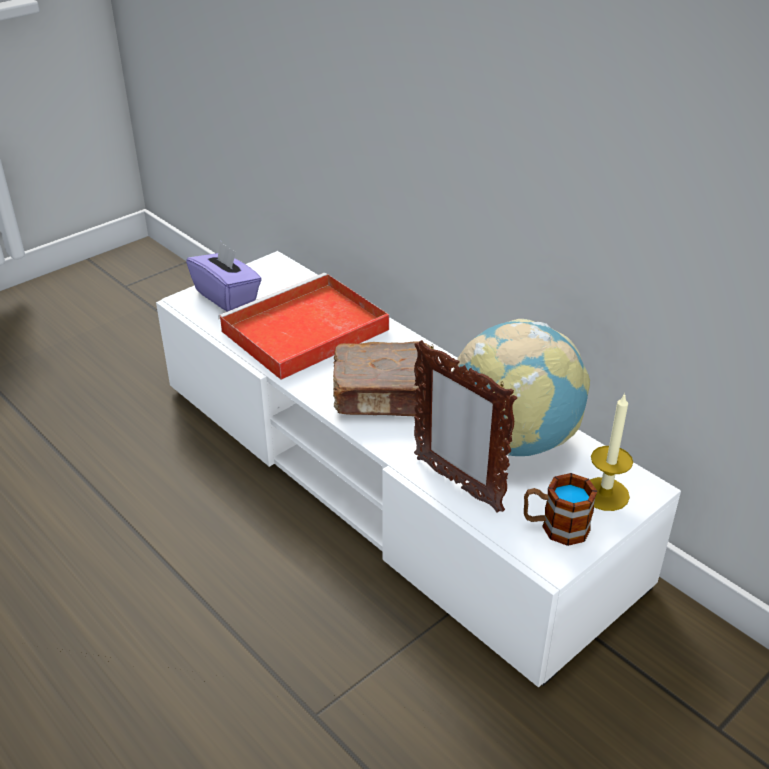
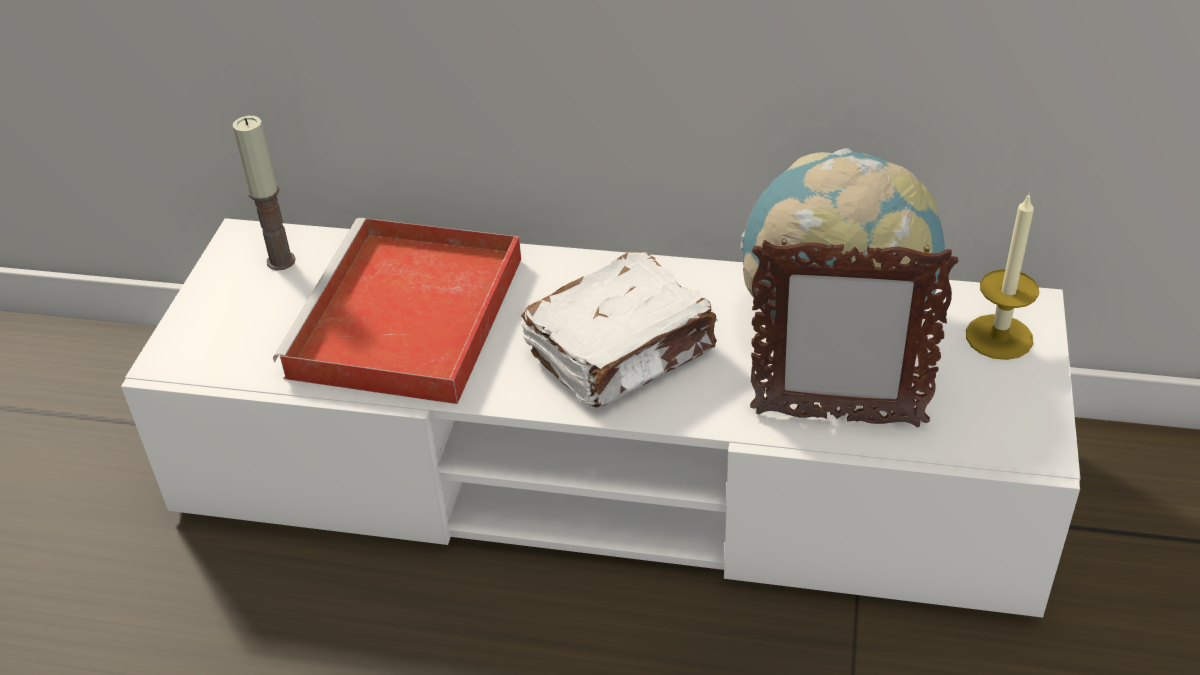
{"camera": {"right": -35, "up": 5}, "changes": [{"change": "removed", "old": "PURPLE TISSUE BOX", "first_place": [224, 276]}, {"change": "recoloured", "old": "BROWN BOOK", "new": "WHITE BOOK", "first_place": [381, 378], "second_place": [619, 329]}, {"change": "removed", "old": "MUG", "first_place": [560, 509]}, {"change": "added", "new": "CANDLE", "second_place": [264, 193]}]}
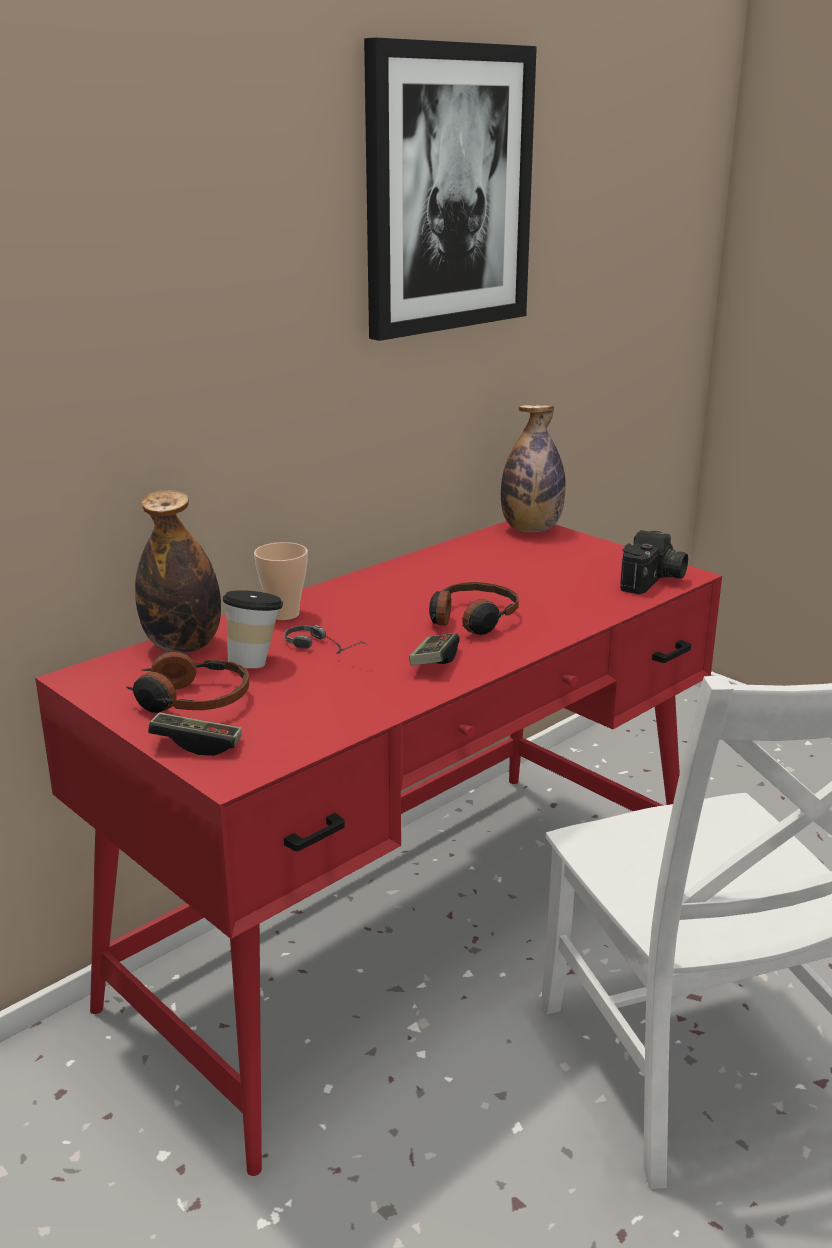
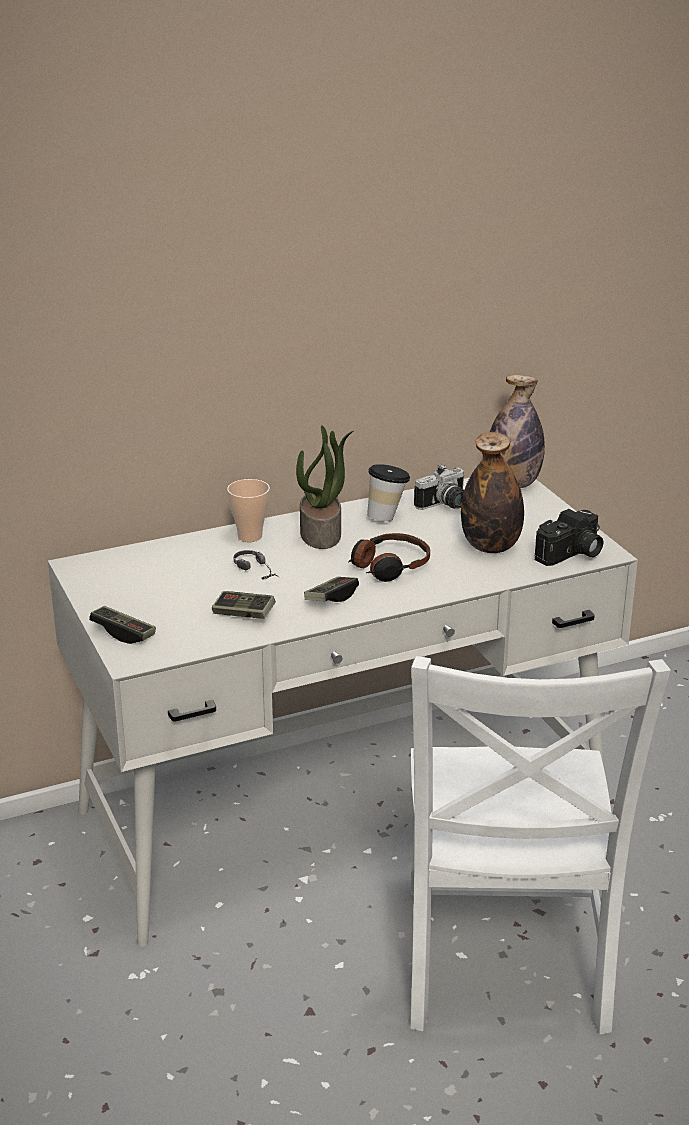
{"camera": {"right": 20, "up": 5}, "changes": [{"change": "recoloured", "old": "RED DESK", "new": "WHITE DESK", "first_place": [378, 848], "second_place": [343, 712]}, {"change": "removed", "old": "HEADPHONES", "first_place": [187, 681]}, {"change": "moved", "old": "BOTTLE", "first_place": [178, 571], "second_place": [492, 492]}, {"change": "moved", "old": "CUP", "first_place": [253, 629], "second_place": [388, 493]}, {"change": "removed", "old": "PICTURE", "first_place": [450, 189]}, {"change": "added", "new": "GAME CONTROLLER", "second_place": [244, 605]}, {"change": "added", "new": "POTTED PLANT", "second_place": [324, 487]}, {"change": "added", "new": "PHOTO CAMERA", "second_place": [439, 487]}]}
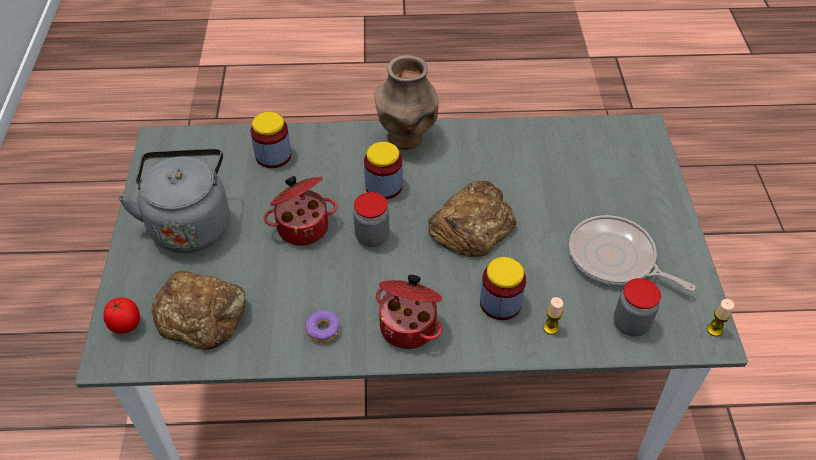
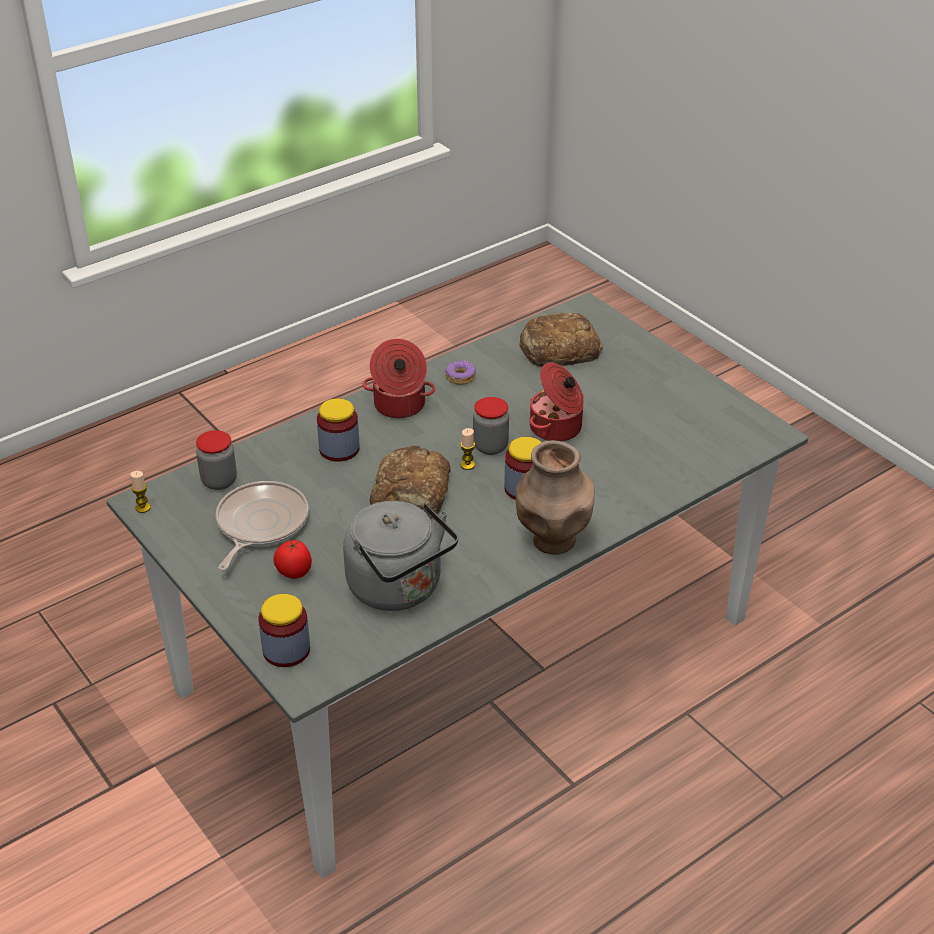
{"camera": {"right": 145, "up": -10}, "changes": [{"change": "moved", "old": "TOMATO", "first_place": [122, 316], "second_place": [292, 559]}, {"change": "moved", "old": "GREY KETTLE", "first_place": [173, 201], "second_place": [400, 556]}, {"change": "moved", "old": "JAR", "first_place": [270, 140], "second_place": [284, 630]}, {"change": "moved", "old": "CANDLE", "first_place": [553, 316], "second_place": [467, 449]}, {"change": "turned", "old": "FRYING PAN", "first_place": [632, 253], "second_place": [262, 526], "degrees": -75}]}
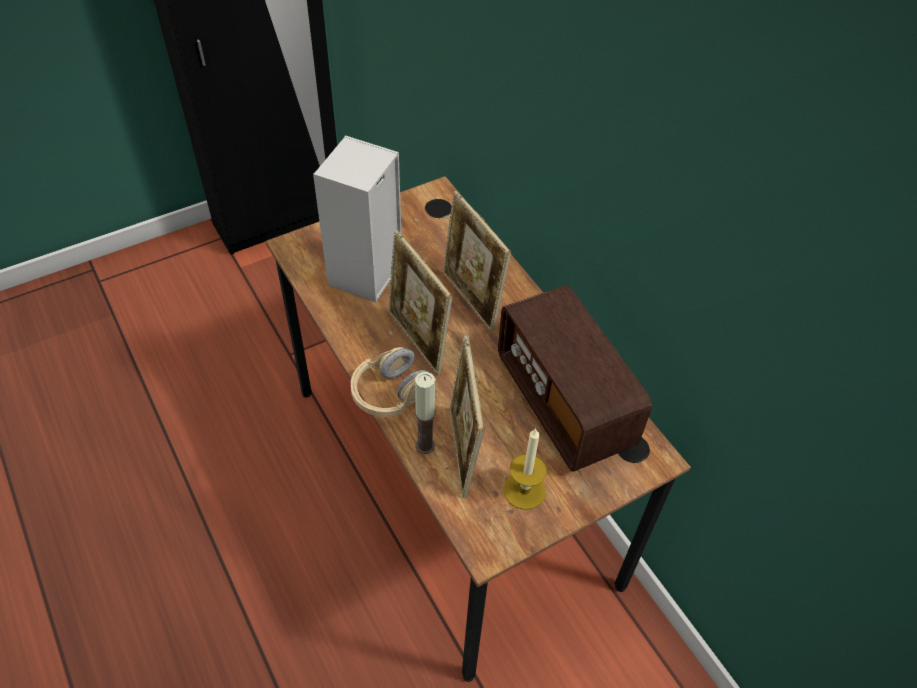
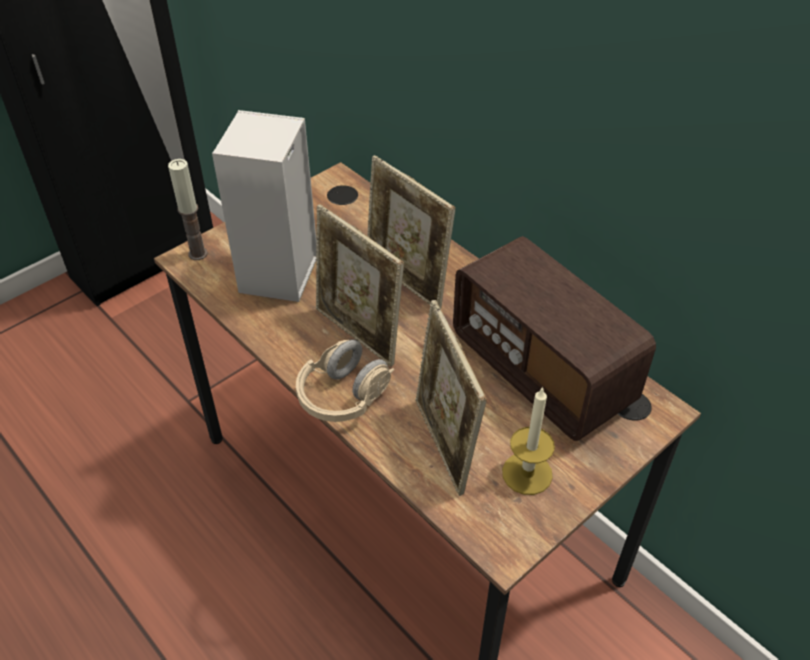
{"camera": {"right": -10, "up": -5}, "changes": [{"change": "moved", "old": "CANDLE", "first_place": [425, 413], "second_place": [188, 209]}]}
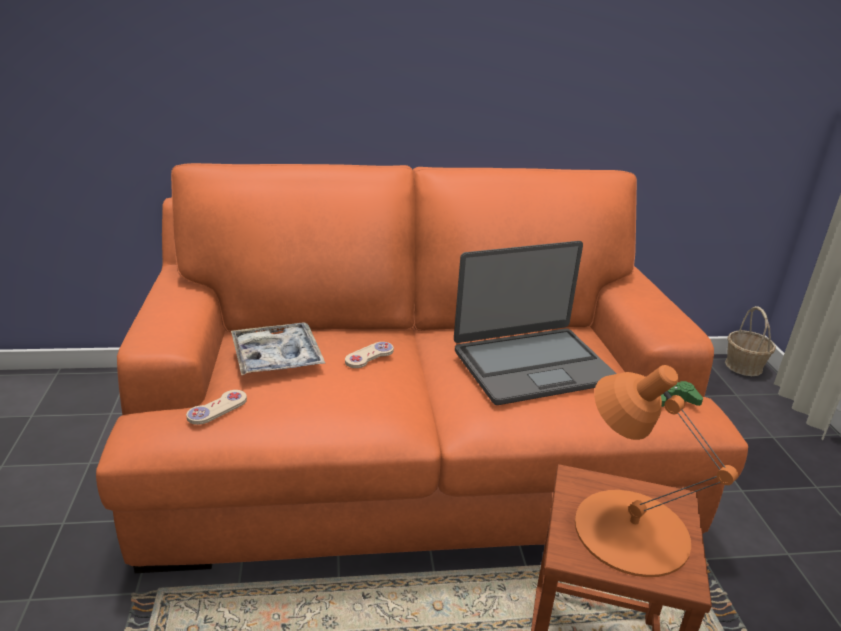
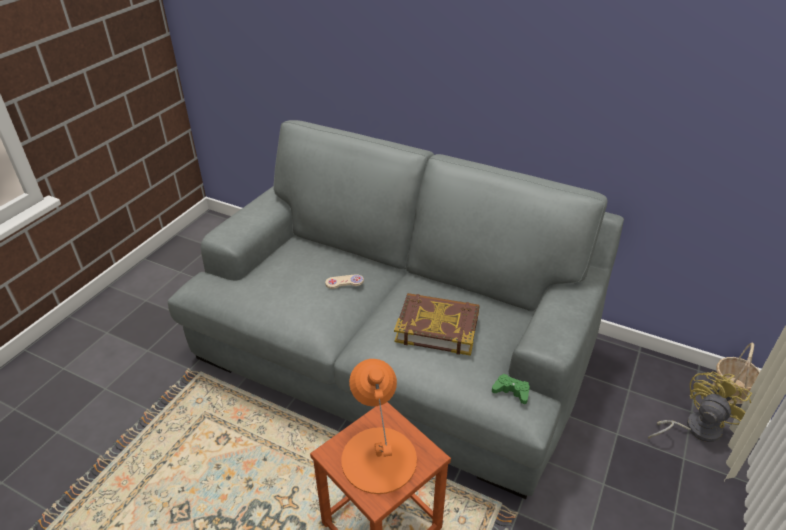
{"camera": {"right": 35, "up": 10}, "changes": [{"change": "recoloured", "old": "ORANGE SOFA", "new": "GREY SOFA", "first_place": [422, 368], "second_place": [396, 309]}, {"change": "removed", "old": "BEIGE GAME CONTROLLER", "first_place": [216, 407]}, {"change": "removed", "old": "TRAY", "first_place": [278, 348]}, {"change": "replaced", "old": "LAPTOP", "new": "BOOK", "first_place": [535, 323], "second_place": [436, 324]}, {"change": "added", "new": "YELLOW FAN", "second_place": [700, 406]}]}
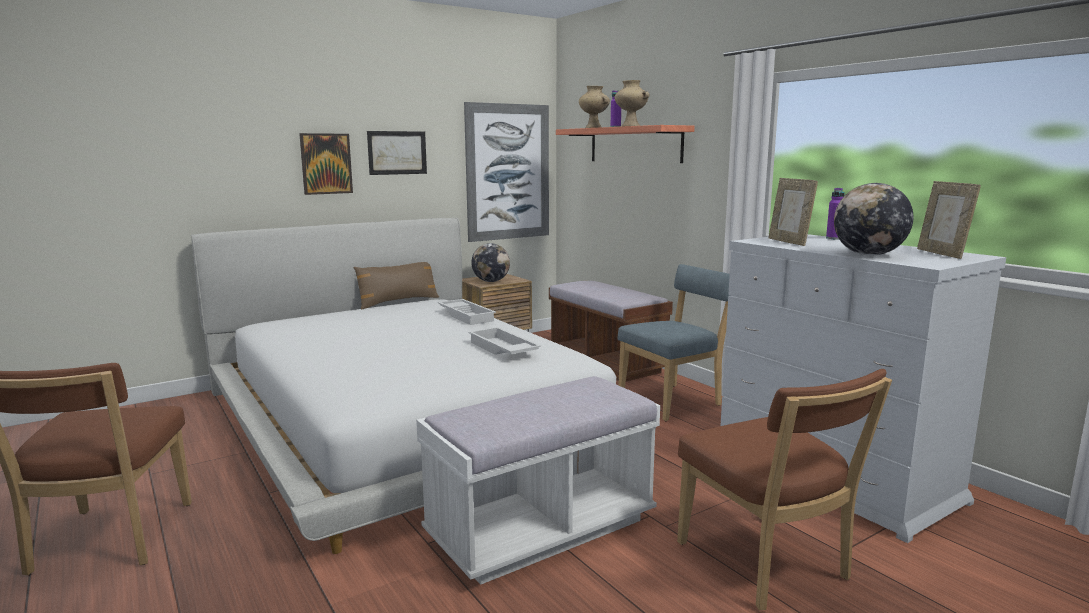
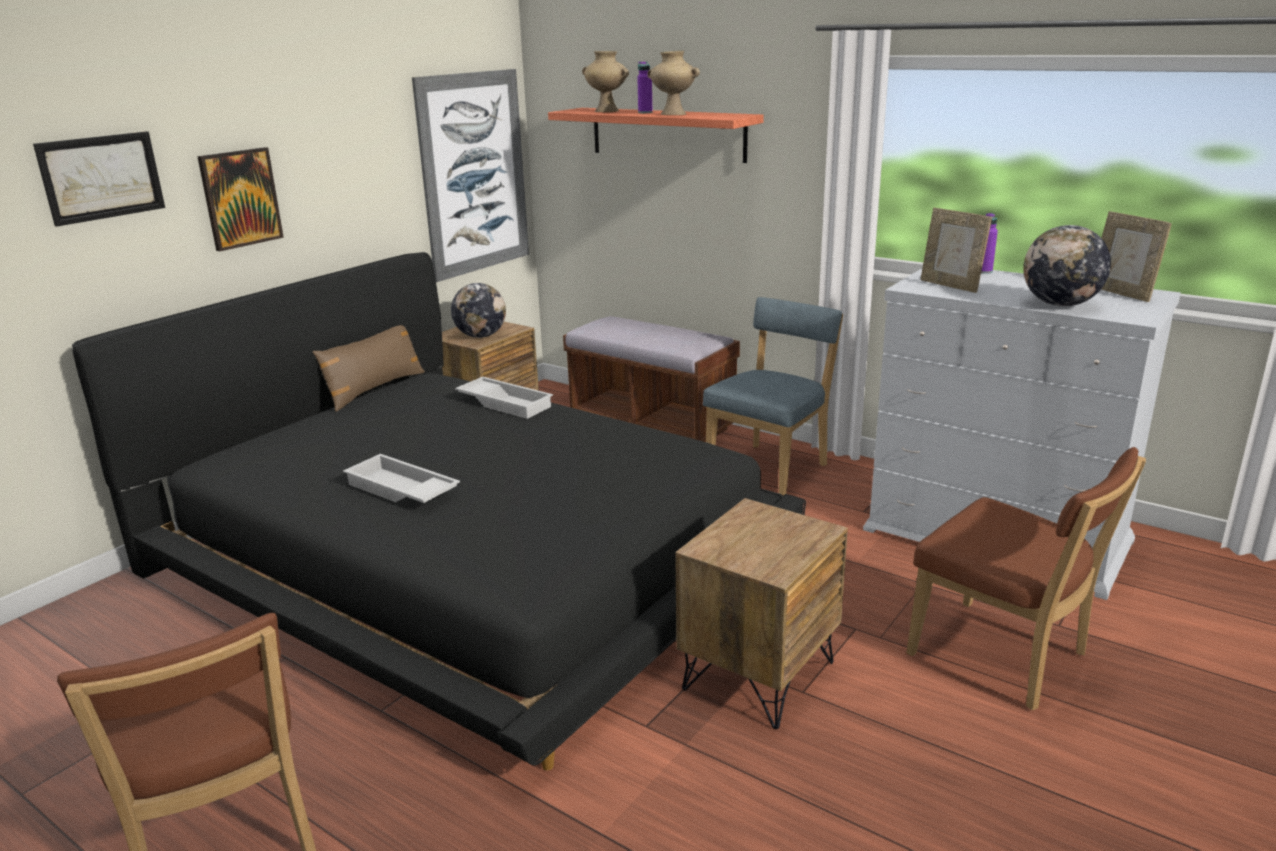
{"camera": {"right": -20, "up": 10}, "changes": [{"change": "recoloured", "old": "WHITE BED", "new": "BLACK BED", "first_place": [423, 386], "second_place": [439, 511]}, {"change": "moved", "old": "PICTURE", "first_place": [397, 153], "second_place": [99, 179]}, {"change": "replaced", "old": "WHITE BENCH", "new": "BROWN NIGHTSTAND", "first_place": [538, 480], "second_place": [761, 613]}, {"change": "moved", "old": "WHITE TRAY", "first_place": [504, 341], "second_place": [401, 478]}]}
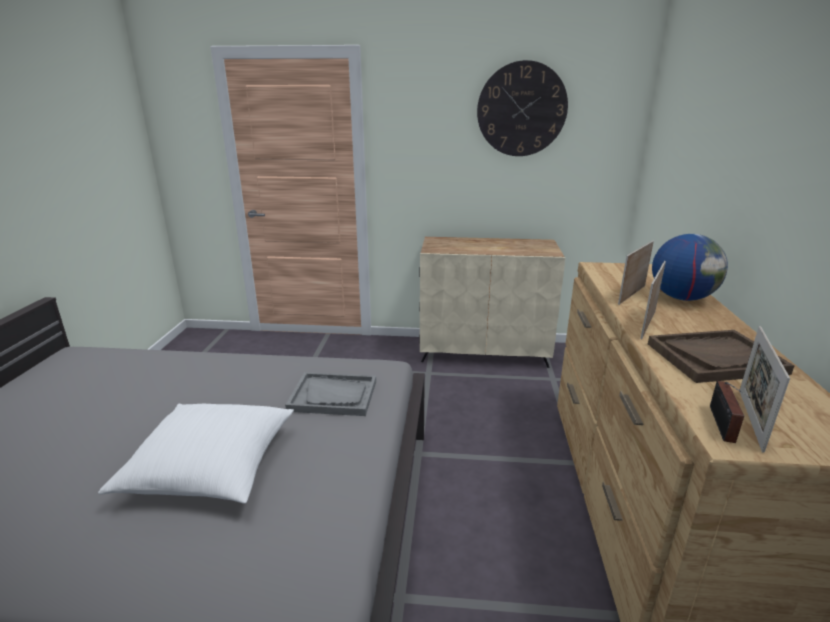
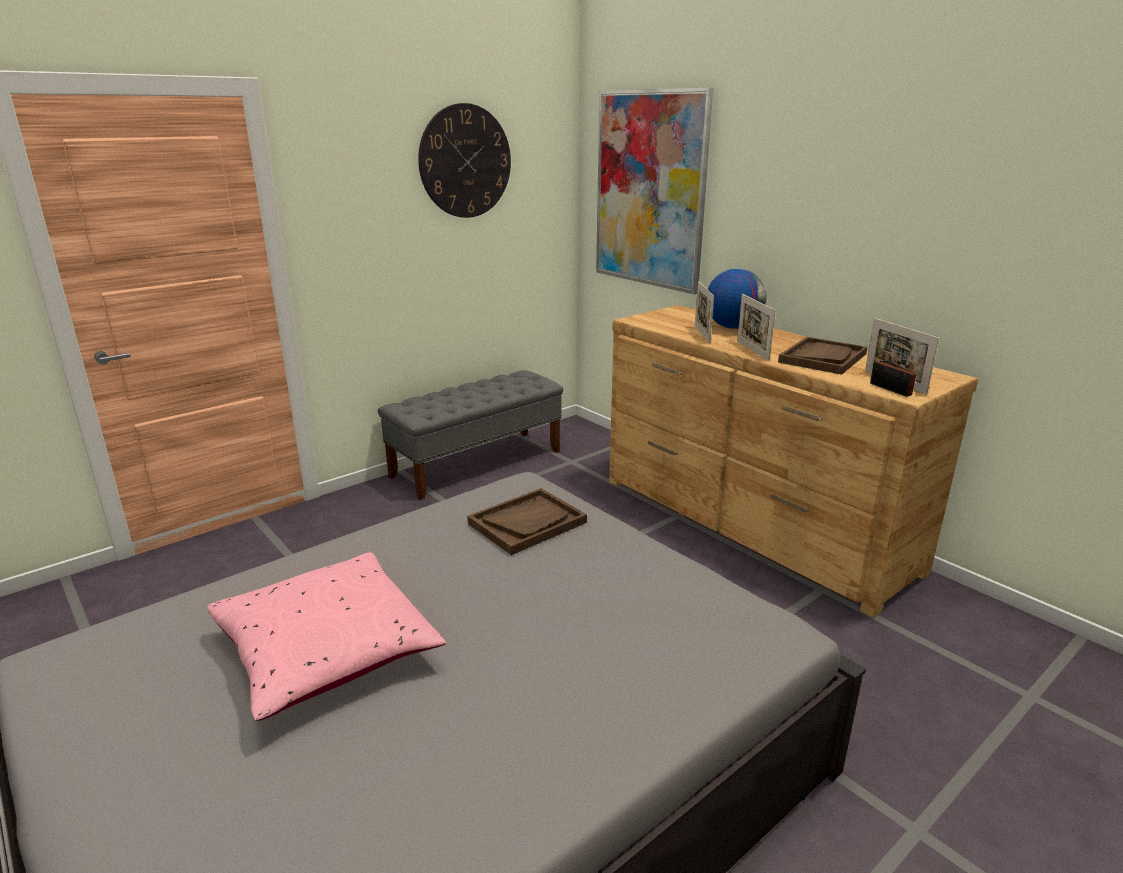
{"camera": {"right": -45, "up": 0}, "changes": [{"change": "removed", "old": "WHITE PILLOW", "first_place": [196, 454]}, {"change": "recoloured", "old": "GREY TRAY", "new": "BROWN TRAY", "first_place": [330, 394], "second_place": [527, 521]}, {"change": "replaced", "old": "BEIGE CABINET", "new": "GREY BENCH", "first_place": [492, 302], "second_place": [470, 435]}, {"change": "added", "new": "PINK PILLOW", "second_place": [327, 636]}, {"change": "added", "new": "PICTURE", "second_place": [654, 191]}]}
